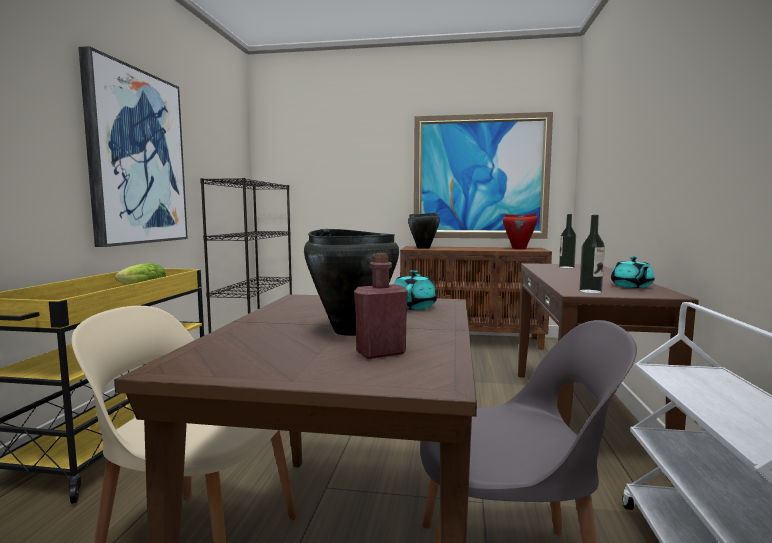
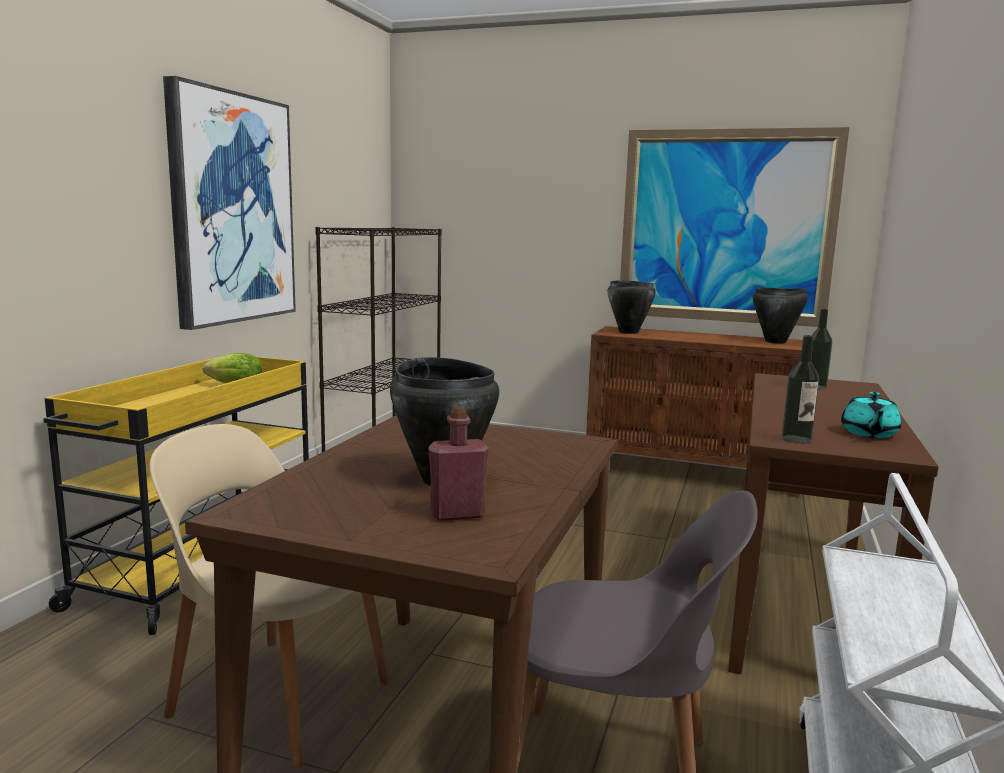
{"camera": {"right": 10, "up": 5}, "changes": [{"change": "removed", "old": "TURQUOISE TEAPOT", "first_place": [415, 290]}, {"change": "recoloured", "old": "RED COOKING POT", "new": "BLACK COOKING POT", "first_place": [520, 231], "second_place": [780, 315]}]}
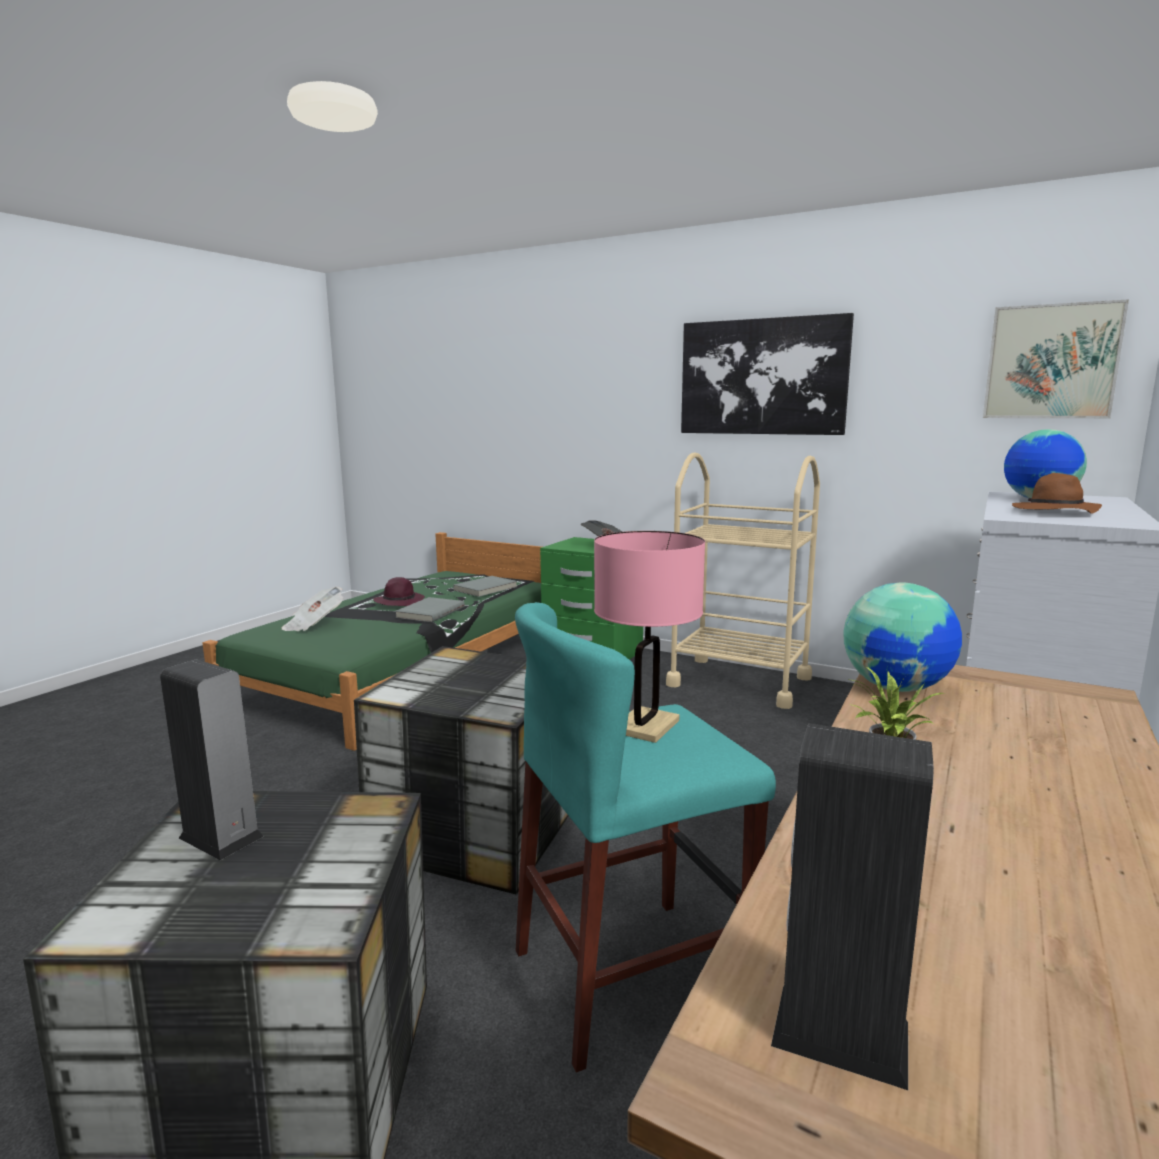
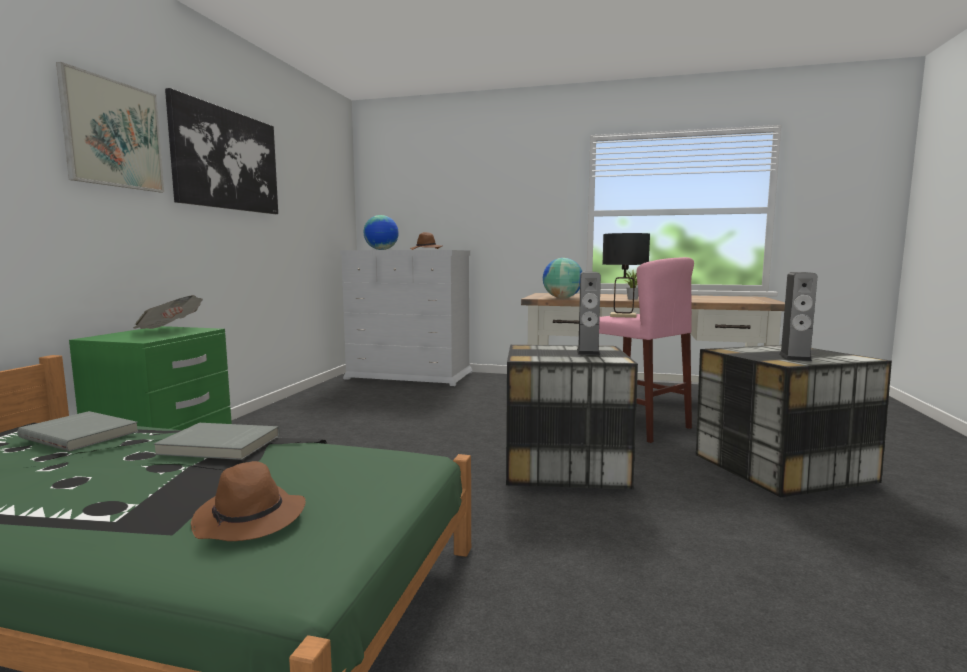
{"camera": {"right": -105, "up": -5}, "changes": [{"change": "replaced", "old": "NEWSPAPER", "new": "BROWN HAT", "first_place": [313, 609], "second_place": [248, 501]}, {"change": "removed", "old": "PURPLE HAT", "first_place": [399, 591]}, {"change": "recoloured", "old": "TURQUOISE STOOL", "new": "PINK STOOL", "first_place": [645, 837], "second_place": [646, 350]}, {"change": "recoloured", "old": "PINK TABLE LAMP", "new": "BLACK TABLE LAMP", "first_place": [649, 637], "second_place": [626, 275]}, {"change": "removed", "old": "BEIGE CART", "first_place": [743, 580]}, {"change": "moved", "old": "SPEAKER", "first_place": [852, 906], "second_place": [589, 313]}, {"change": "moved", "old": "PICTURE", "first_place": [1056, 358], "second_place": [110, 127]}]}
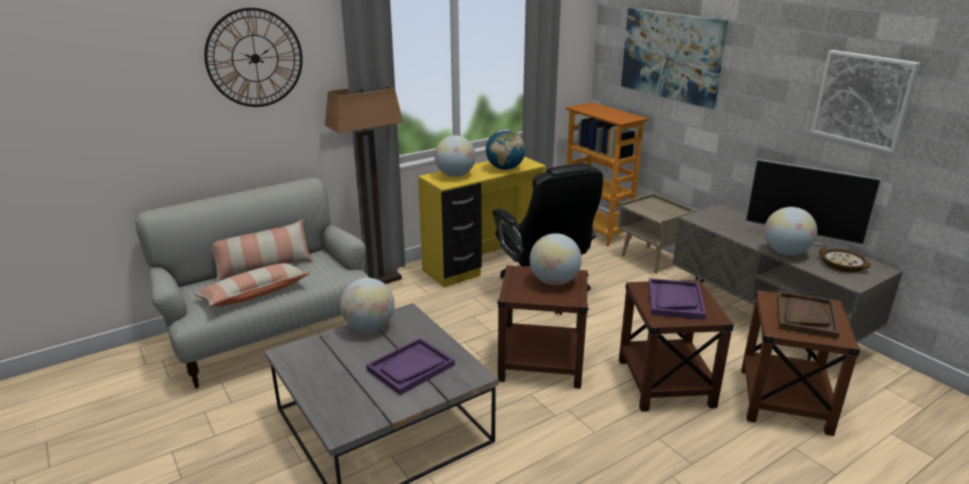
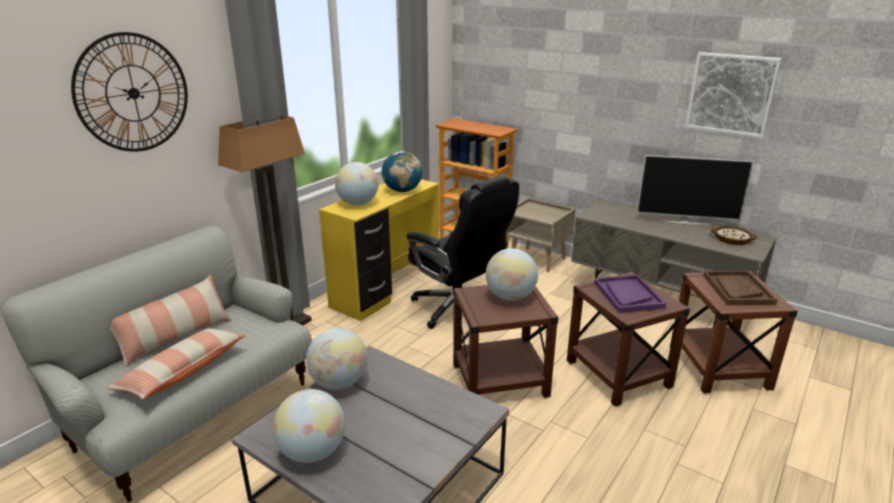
{"camera": {"right": -20, "up": 0}, "changes": [{"change": "removed", "old": "PURPLE TRAY", "first_place": [410, 366]}, {"change": "removed", "old": "PICTURE", "first_place": [674, 58]}, {"change": "moved", "old": "GLOBE", "first_place": [790, 231], "second_place": [309, 426]}]}
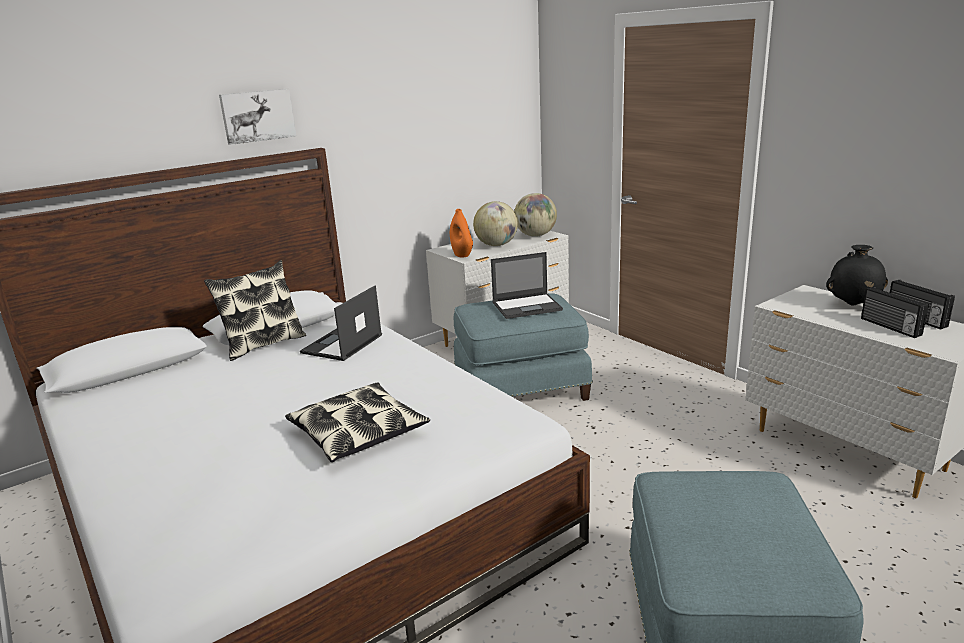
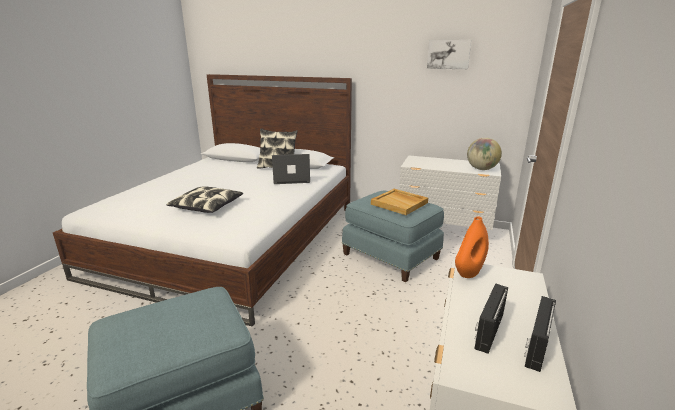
{"camera": {"right": 55, "up": 0}, "changes": [{"change": "moved", "old": "PICTURE", "first_place": [257, 117], "second_place": [449, 54]}, {"change": "moved", "old": "ORANGE VASE", "first_place": [461, 233], "second_place": [472, 247]}, {"change": "removed", "old": "GLOBE", "first_place": [495, 223]}, {"change": "replaced", "old": "LAPTOP", "new": "BEIGE TRAY", "first_place": [527, 285], "second_place": [399, 202]}, {"change": "removed", "old": "BLACK VASE", "first_place": [857, 275]}]}
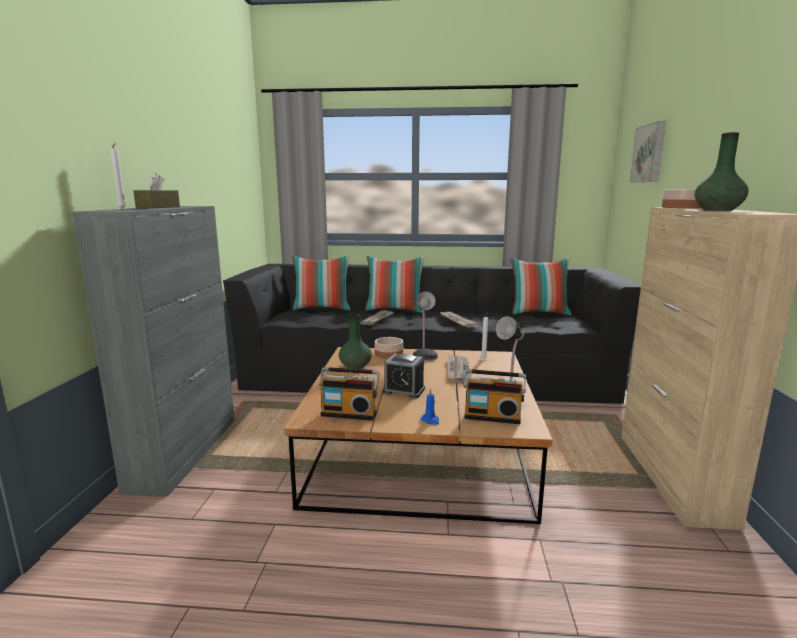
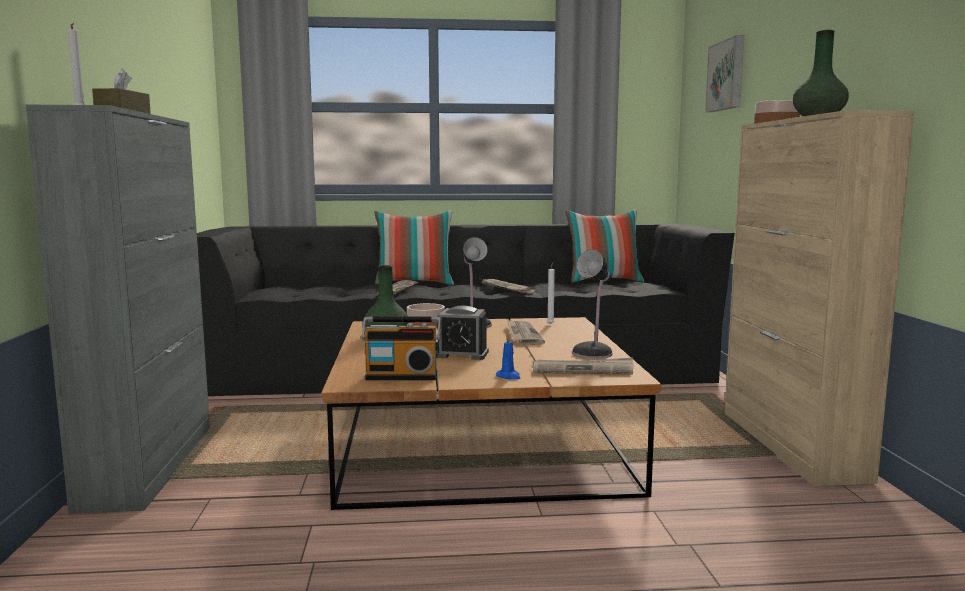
{"camera": {"right": -10, "up": -5}, "changes": [{"change": "removed", "old": "PILLOW", "first_place": [321, 282]}, {"change": "replaced", "old": "RADIO", "new": "NEWSPAPER", "first_place": [494, 396], "second_place": [583, 366]}]}
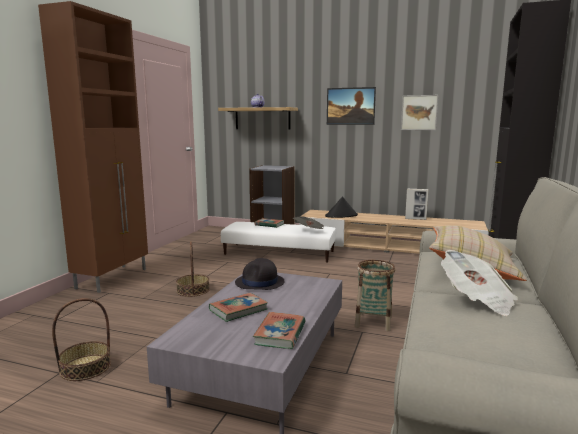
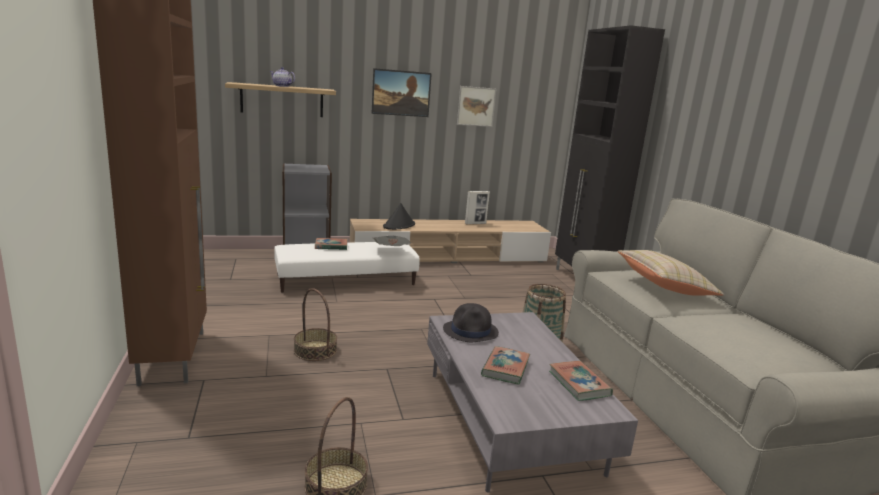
{"camera": {"right": -35, "up": 5}, "changes": [{"change": "removed", "old": "NEWSPAPER", "first_place": [479, 283]}]}
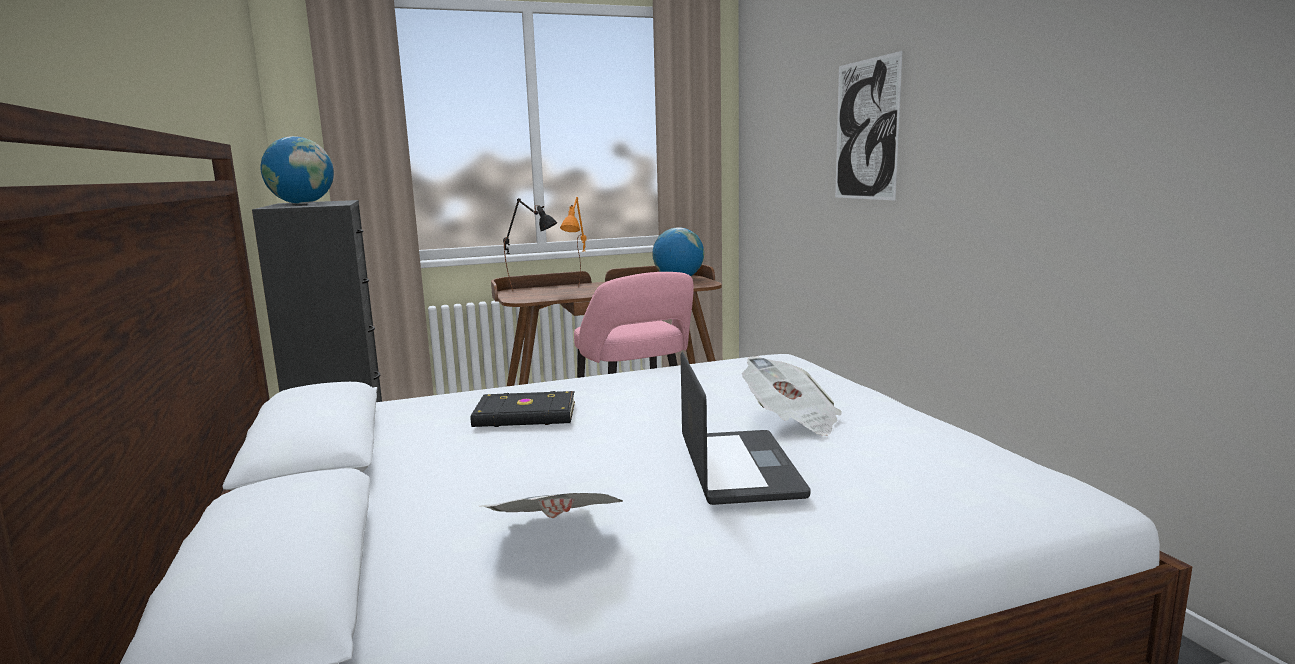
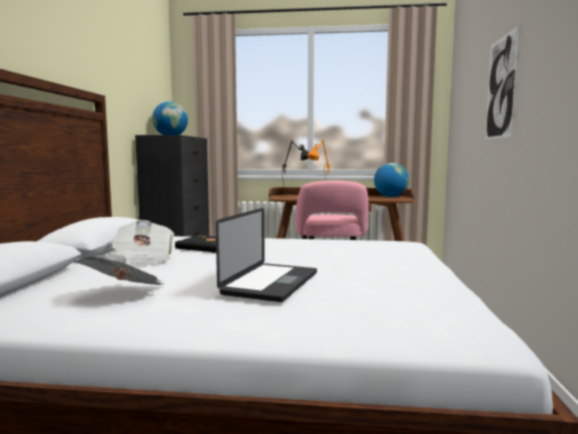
{"camera": {"right": 25, "up": -5}, "changes": [{"change": "moved", "old": "NEWSPAPER", "first_place": [792, 396], "second_place": [142, 244]}]}
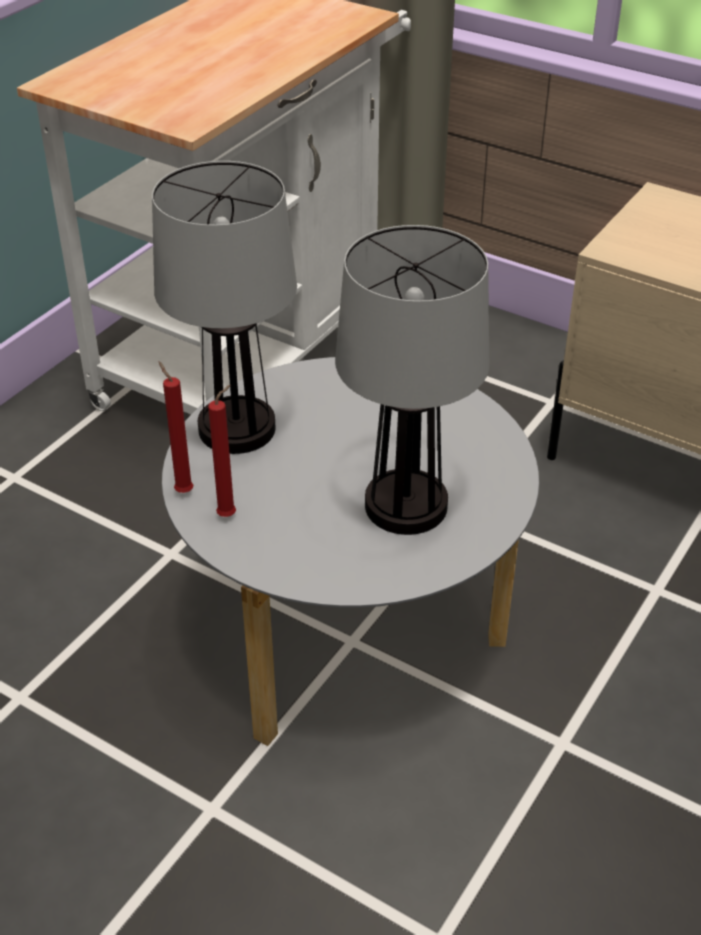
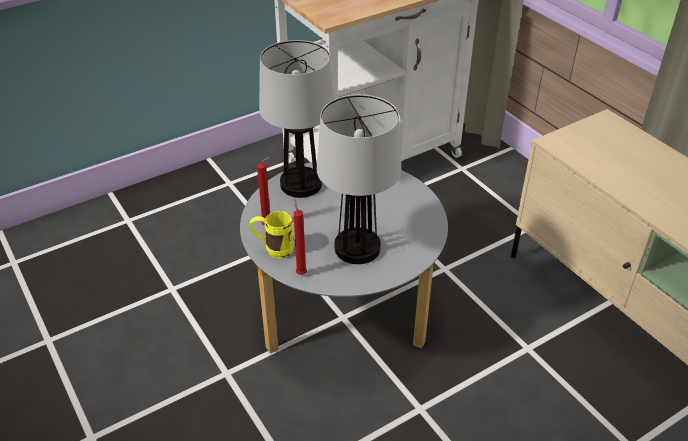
{"camera": {"right": 25, "up": 0}, "changes": [{"change": "moved", "old": "RED CANDLE", "first_place": [175, 427], "second_place": [300, 237]}, {"change": "added", "new": "YELLOW MUG", "second_place": [272, 235]}]}
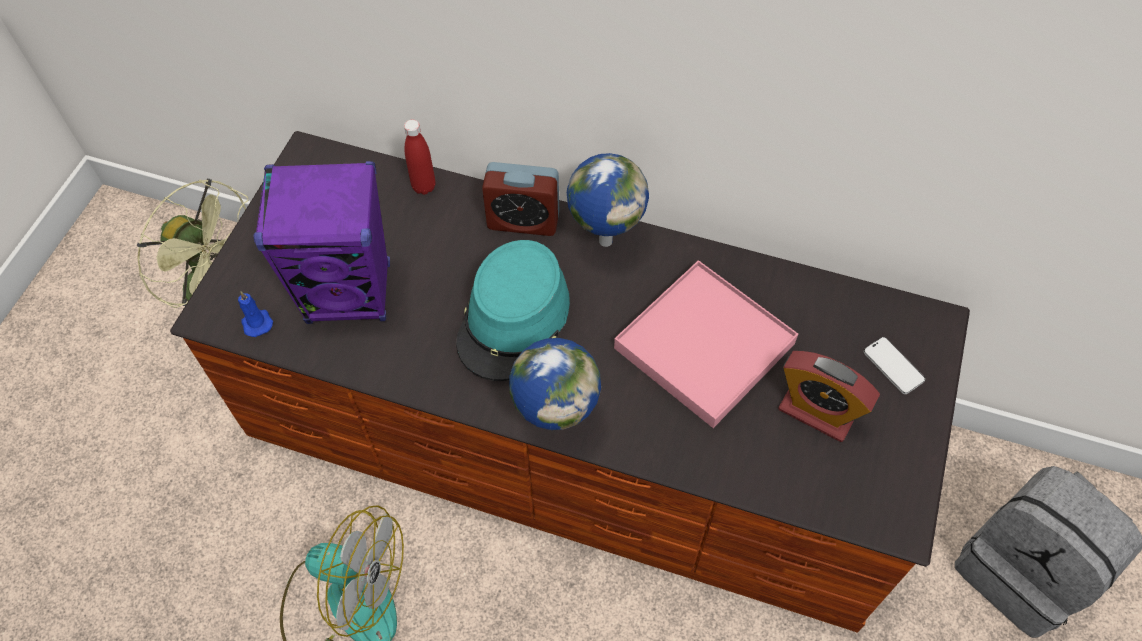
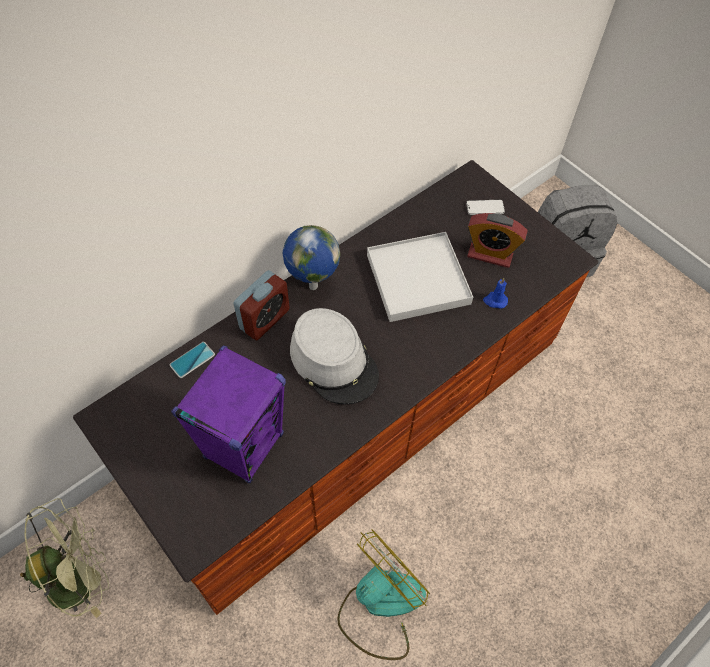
{"camera": {"right": -60, "up": 0}, "changes": [{"change": "moved", "old": "BLUE CANDLE", "first_place": [255, 314], "second_place": [495, 293]}, {"change": "replaced", "old": "RED BOTTLE", "new": "PHONE", "first_place": [419, 157], "second_place": [192, 360]}, {"change": "recoloured", "old": "TURQUOISE HAT", "new": "GREY HAT", "first_place": [513, 310], "second_place": [334, 356]}, {"change": "removed", "old": "GLOBE", "first_place": [555, 384]}, {"change": "recoloured", "old": "PINK TRAY", "new": "WHITE TRAY", "first_place": [706, 344], "second_place": [420, 277]}, {"change": "turned", "old": "ALARM CLOCK", "first_place": [829, 396], "second_place": [497, 240], "degrees": 45}]}
